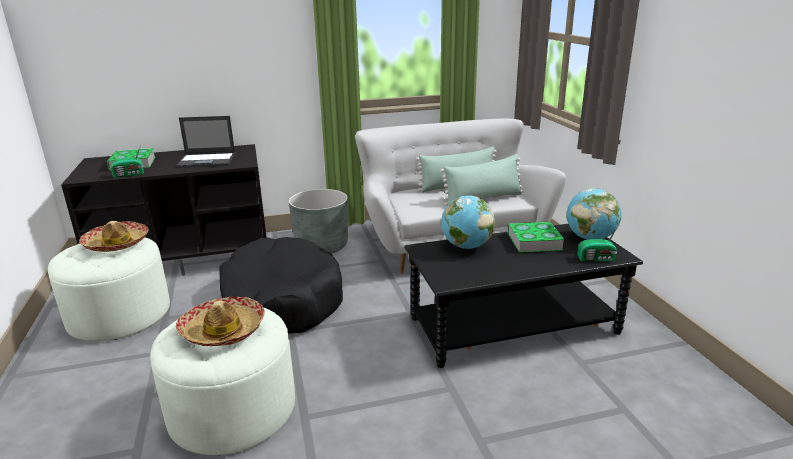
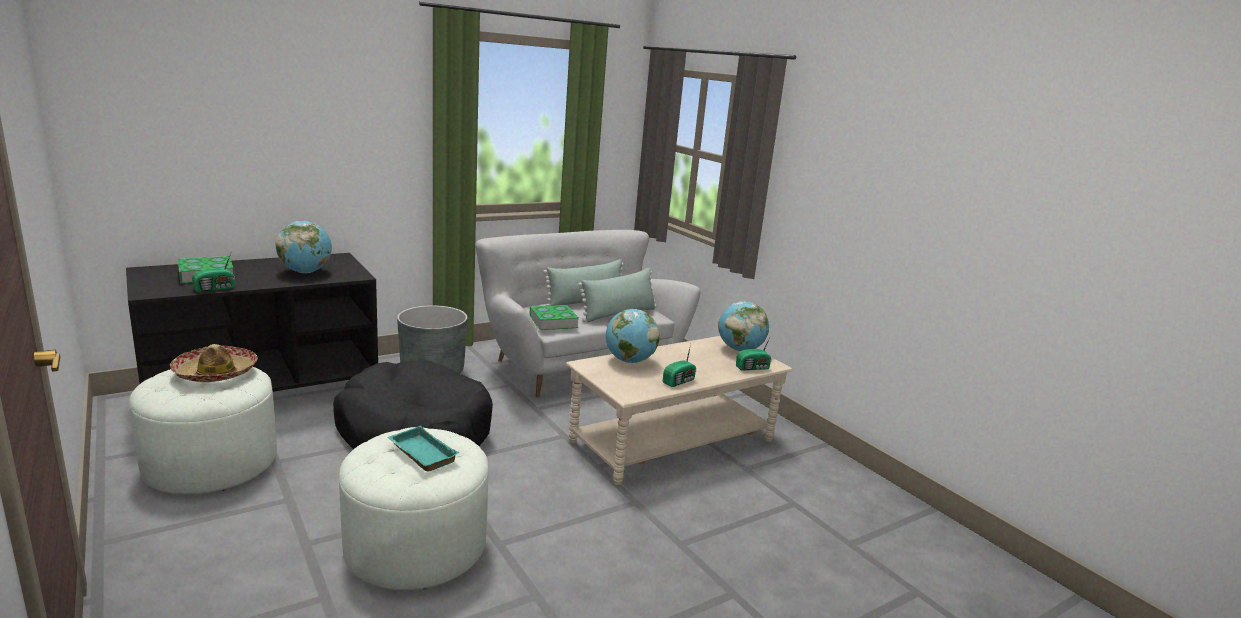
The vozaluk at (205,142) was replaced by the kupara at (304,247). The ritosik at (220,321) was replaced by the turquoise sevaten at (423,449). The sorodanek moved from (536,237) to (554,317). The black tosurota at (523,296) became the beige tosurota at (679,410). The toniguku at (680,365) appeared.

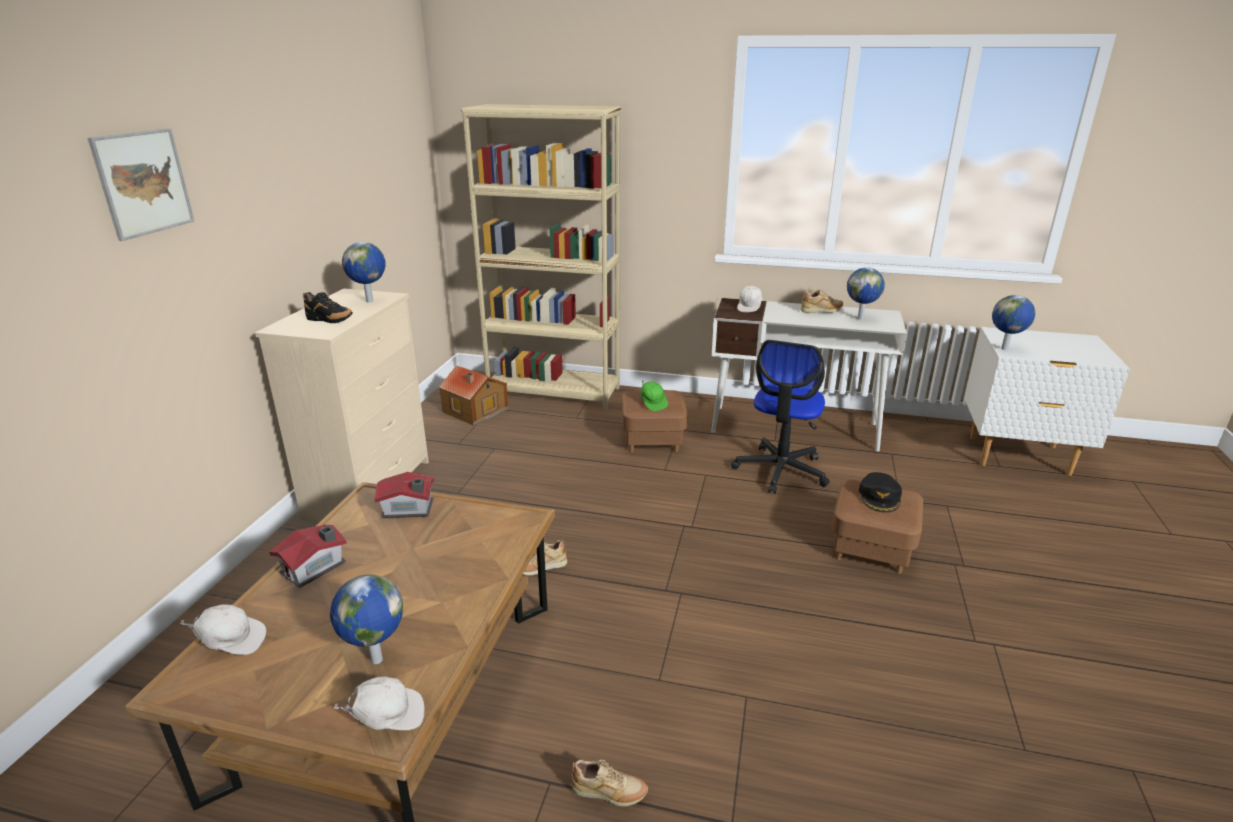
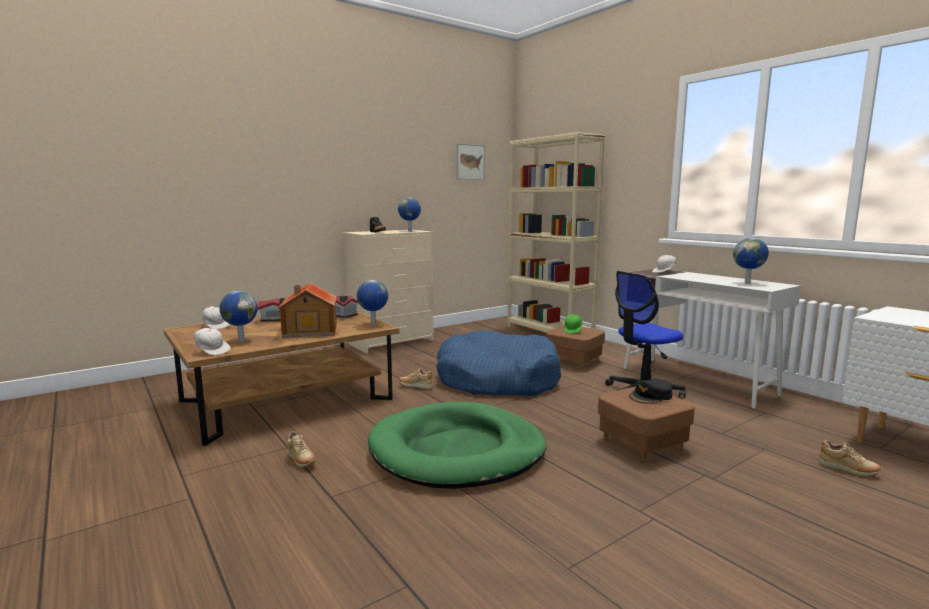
The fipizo moved from (473,395) to (307,310). The kupara moved from (1013,322) to (372,303). The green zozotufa at (457,445) appeared. The blue zozotufa at (498,363) appeared. The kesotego moved from (141,184) to (470,161). The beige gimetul moved from (822,301) to (850,458).

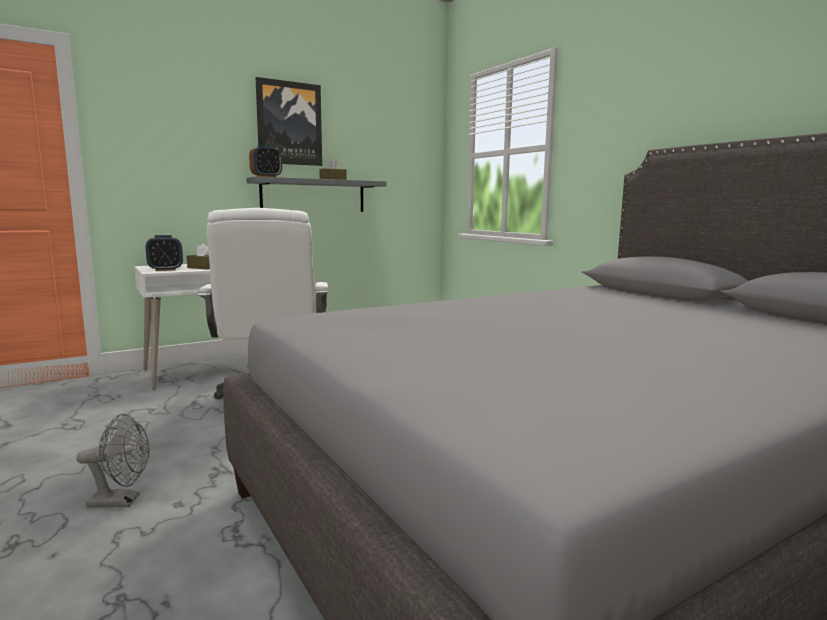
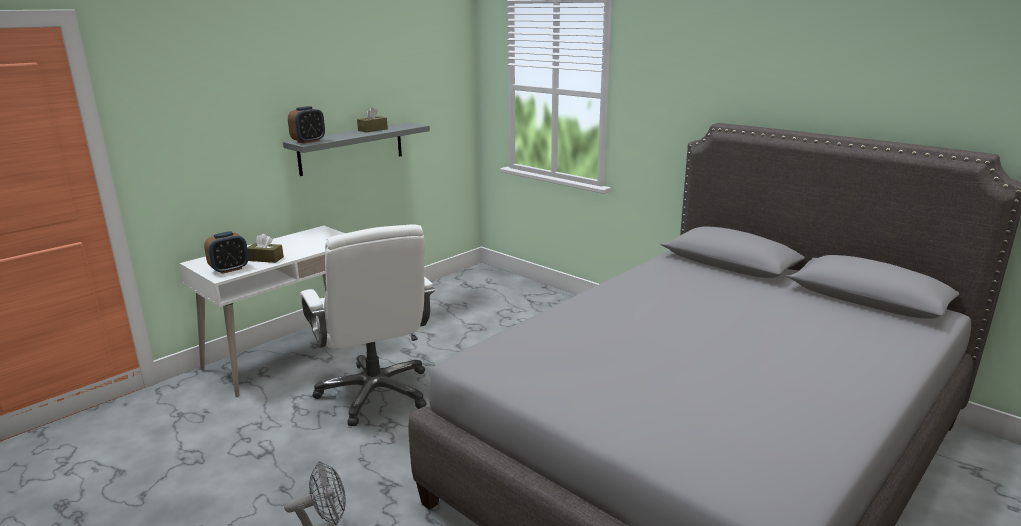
The kesotego at (288,121) disappeared.

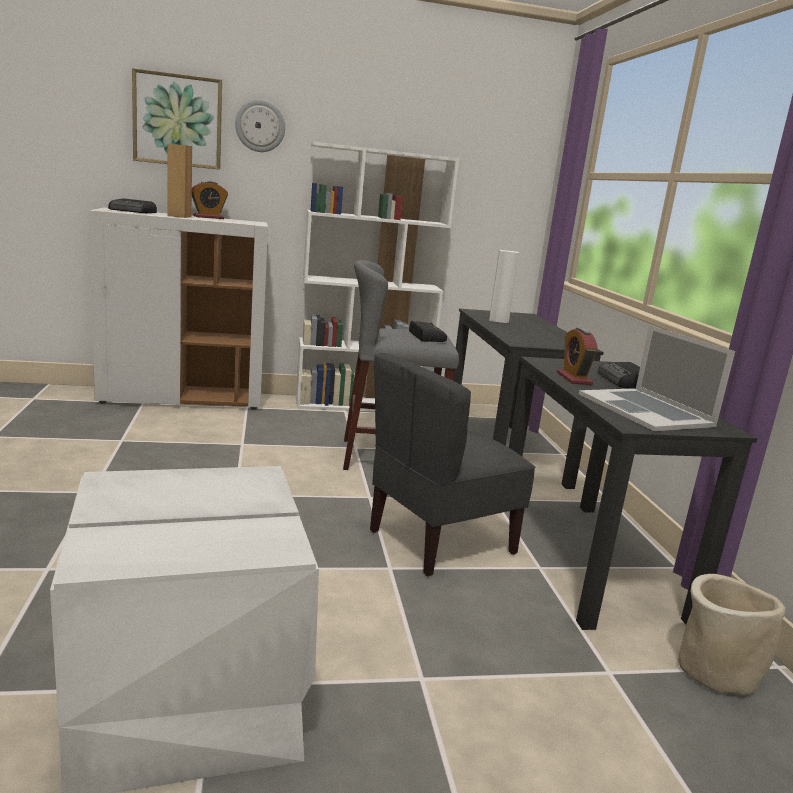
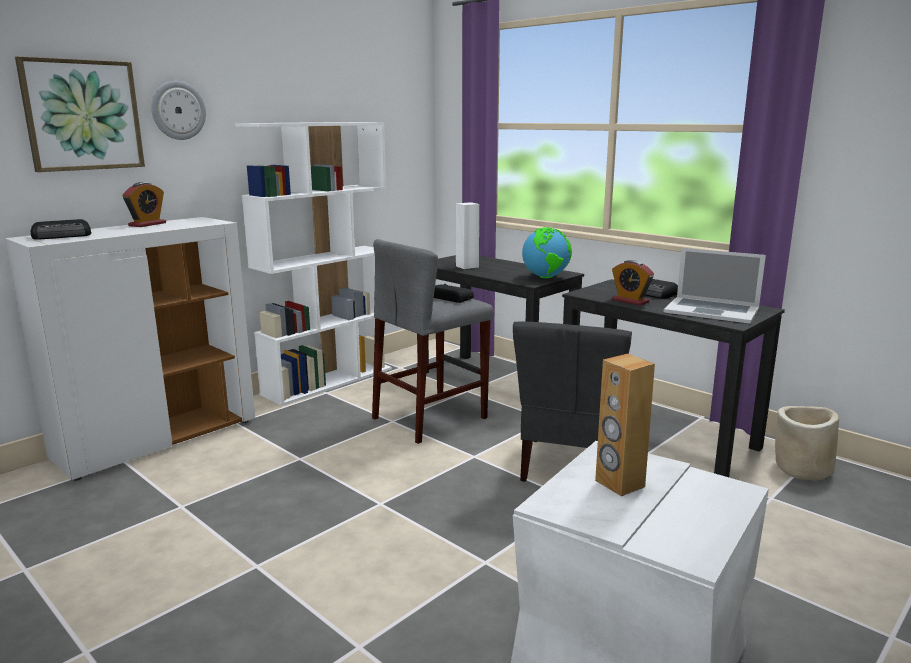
The kupara at (547,252) appeared. The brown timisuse moved from (180,180) to (625,425).

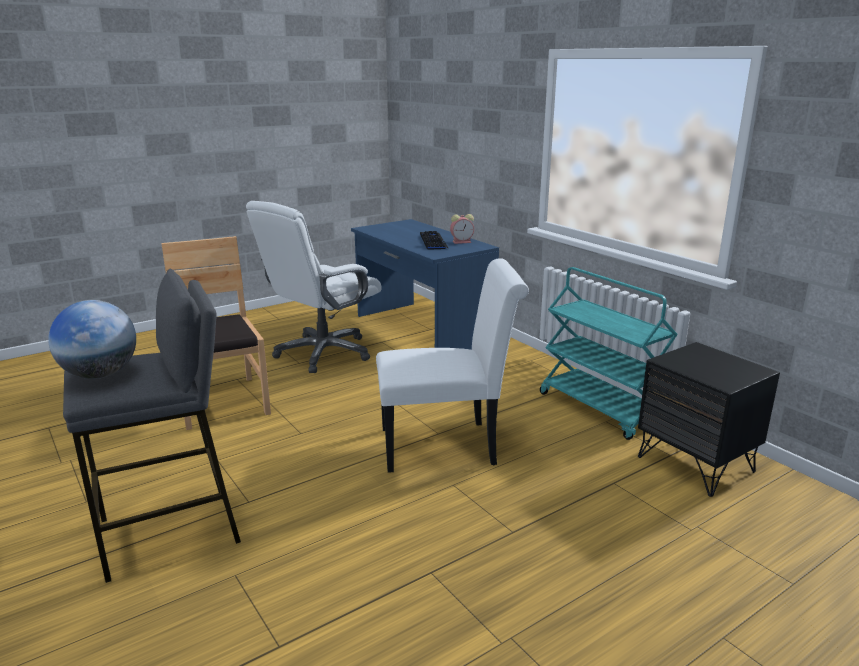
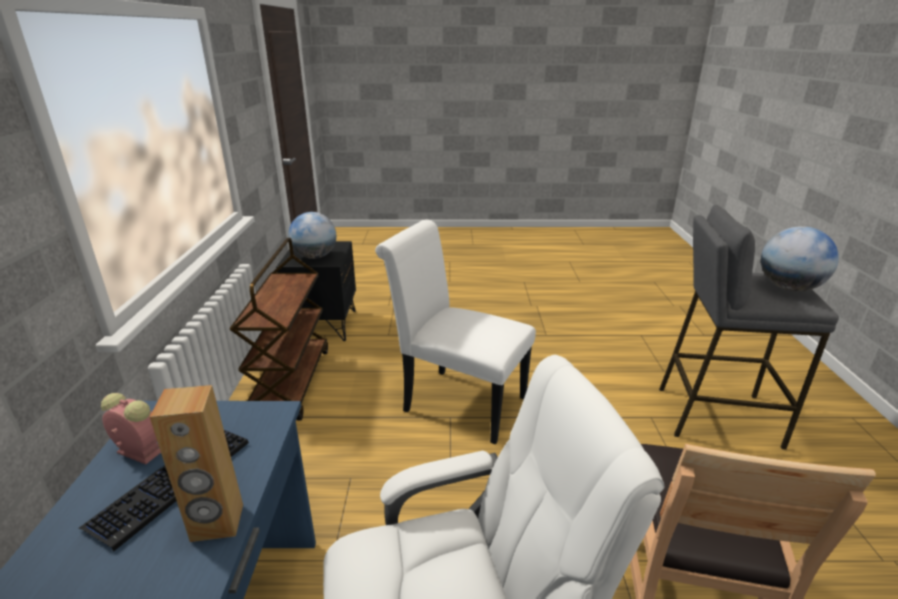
The brown timisuse at (196,463) appeared. The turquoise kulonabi at (609,353) became the brown kulonabi at (279,329). The kupara at (312,235) appeared.

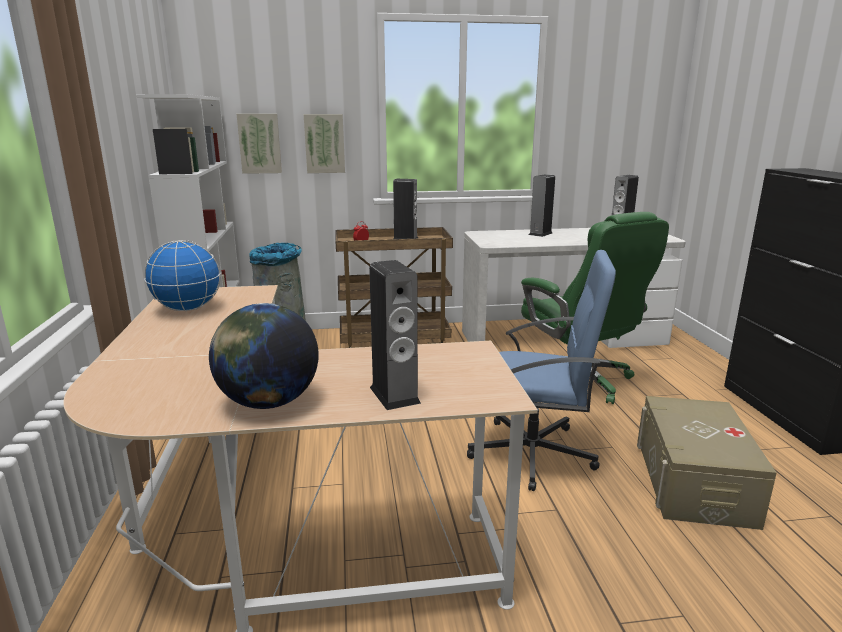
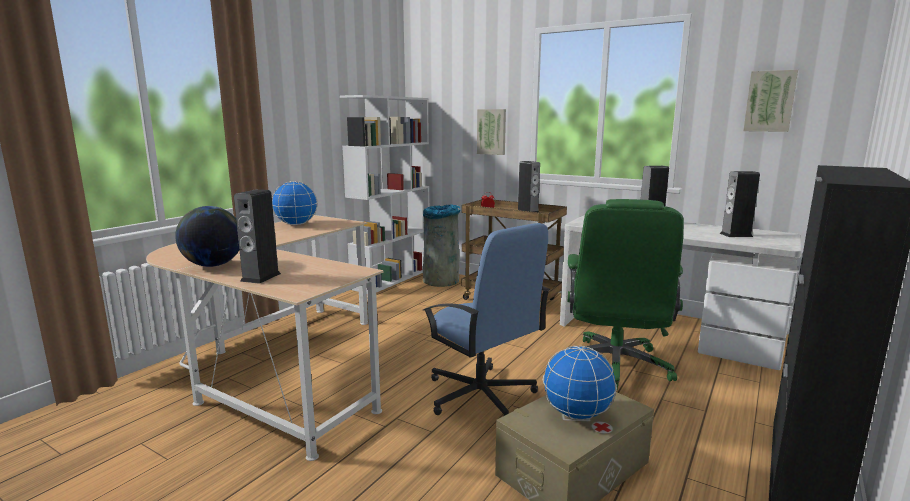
The kupara at (580,383) appeared. The kesotego moved from (259,144) to (770,101).

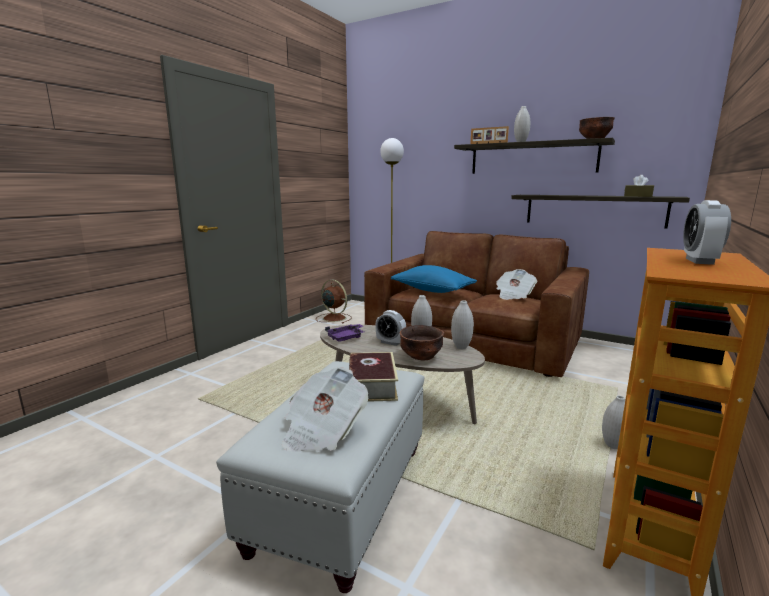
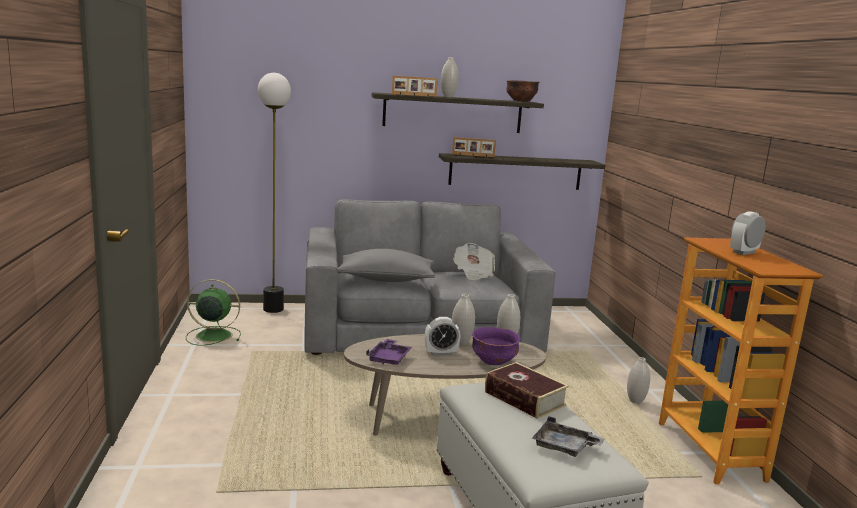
The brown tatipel at (334,301) became the green tatipel at (213,312). The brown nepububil at (476,304) became the grey nepububil at (429,277). The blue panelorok at (434,279) became the grey panelorok at (386,265). The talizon at (474,147) appeared. The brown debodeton at (422,342) became the purple debodeton at (496,346). The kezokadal at (325,409) was replaced by the grey sevaten at (568,436). The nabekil at (707,232) turned 75 degrees clockwise. The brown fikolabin at (639,186) disappeared.

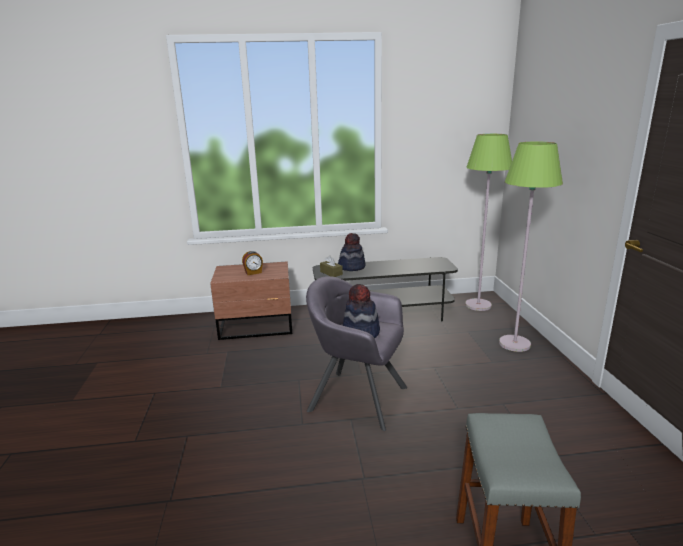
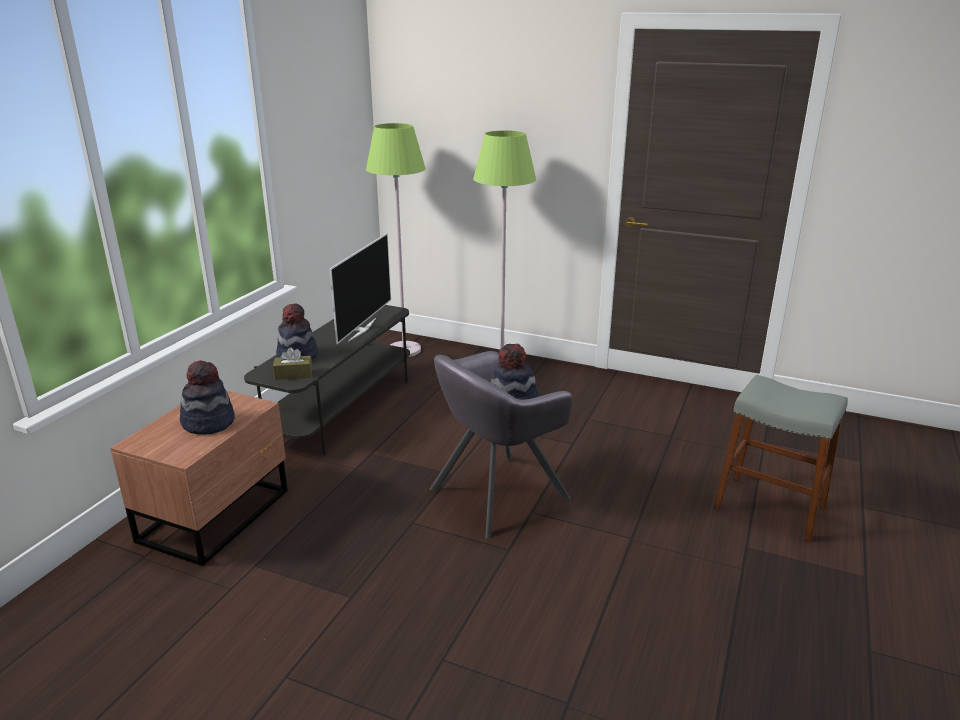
The nabekil at (252,263) was replaced by the ritosik at (207,397). The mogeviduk at (360,288) appeared.

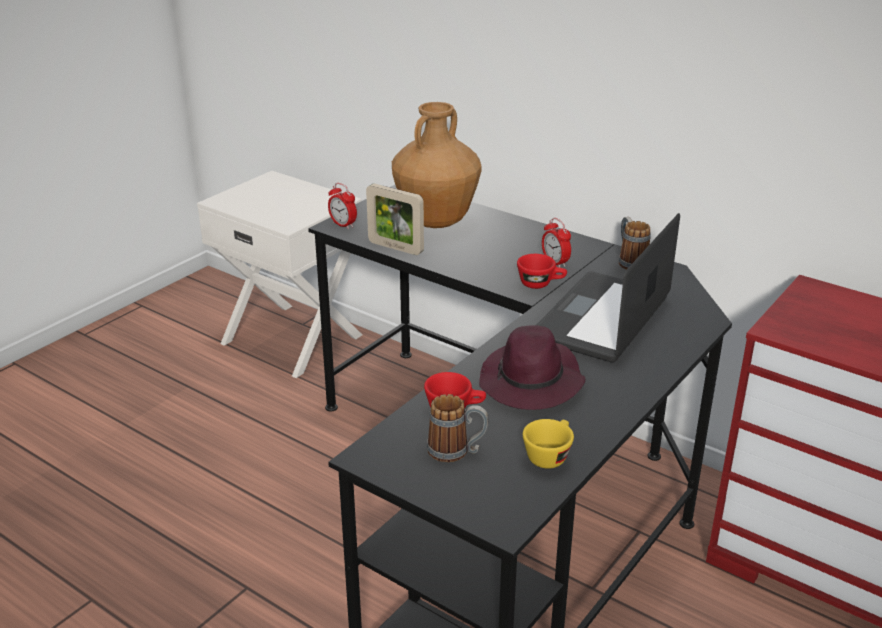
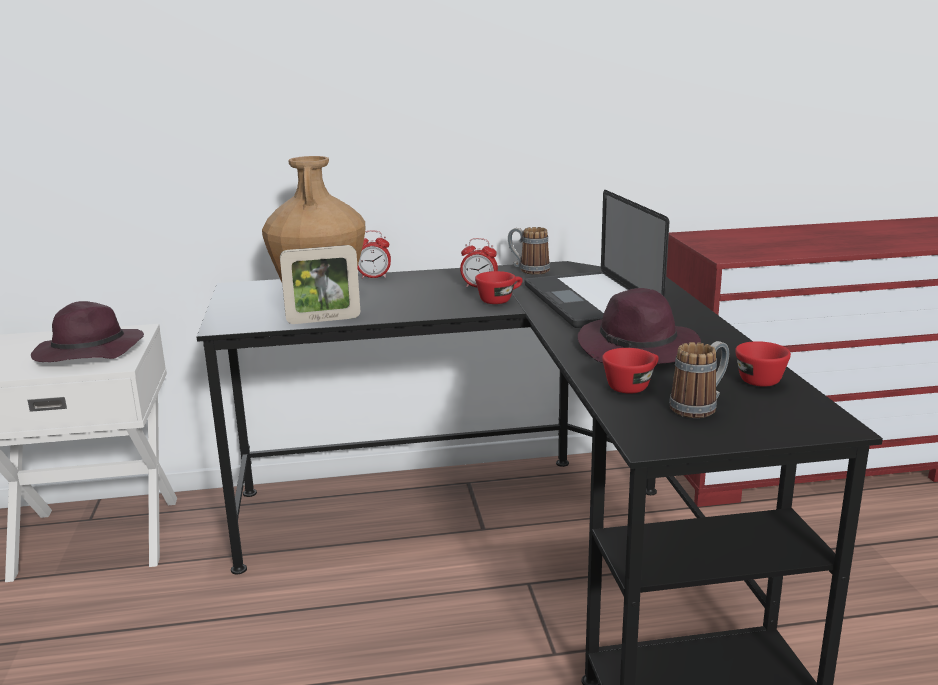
The purple ritosik at (87,331) appeared. The nabekil moved from (342,206) to (374,255). The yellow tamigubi at (548,444) became the red tamigubi at (763,364).

